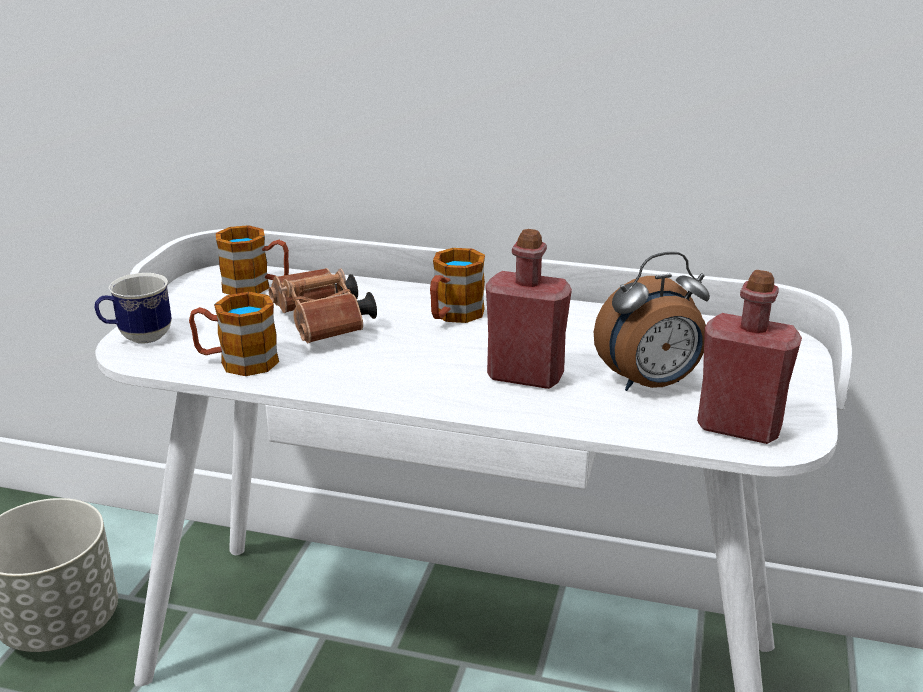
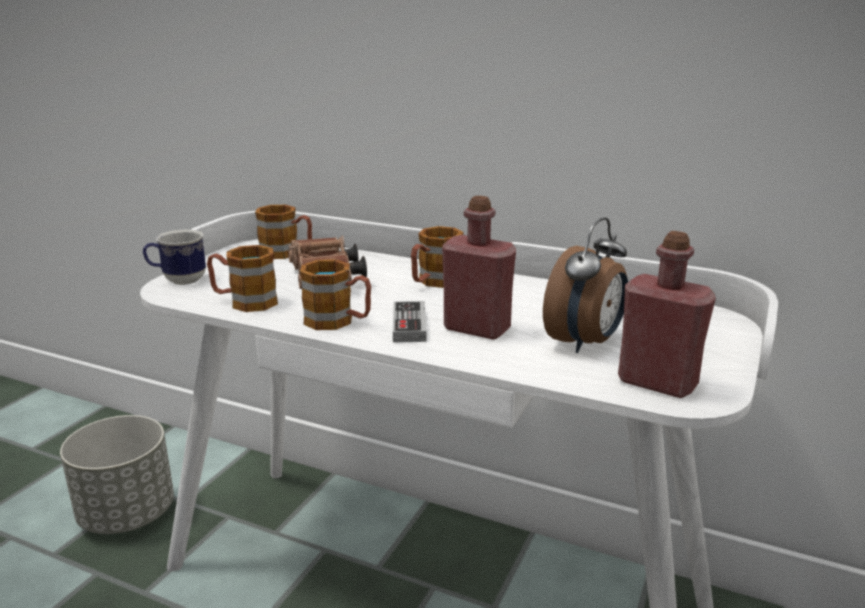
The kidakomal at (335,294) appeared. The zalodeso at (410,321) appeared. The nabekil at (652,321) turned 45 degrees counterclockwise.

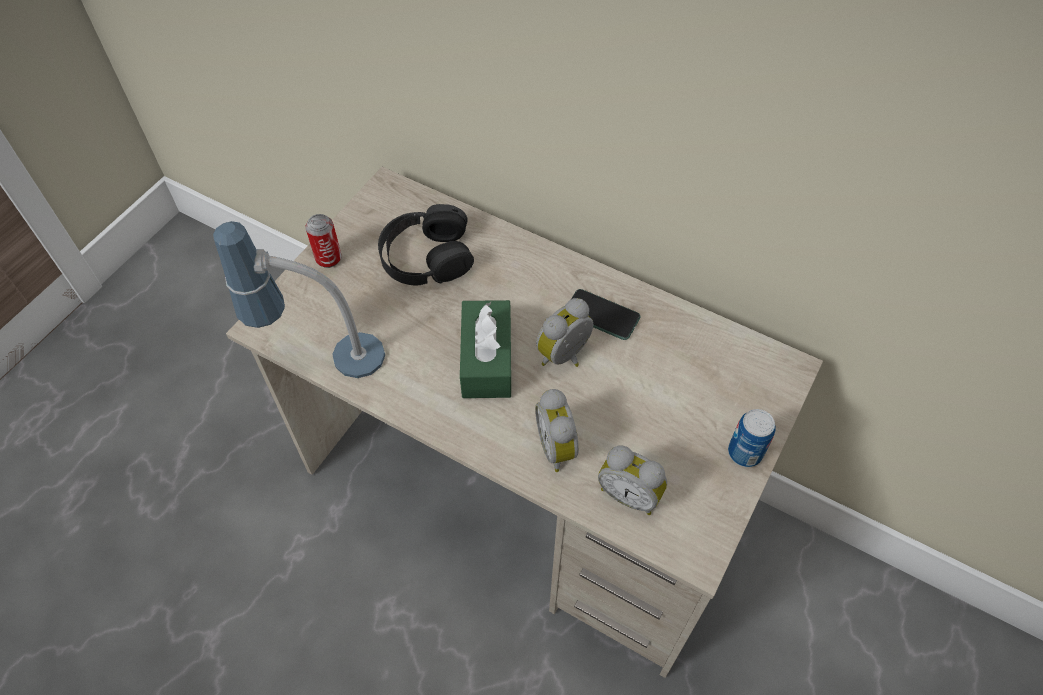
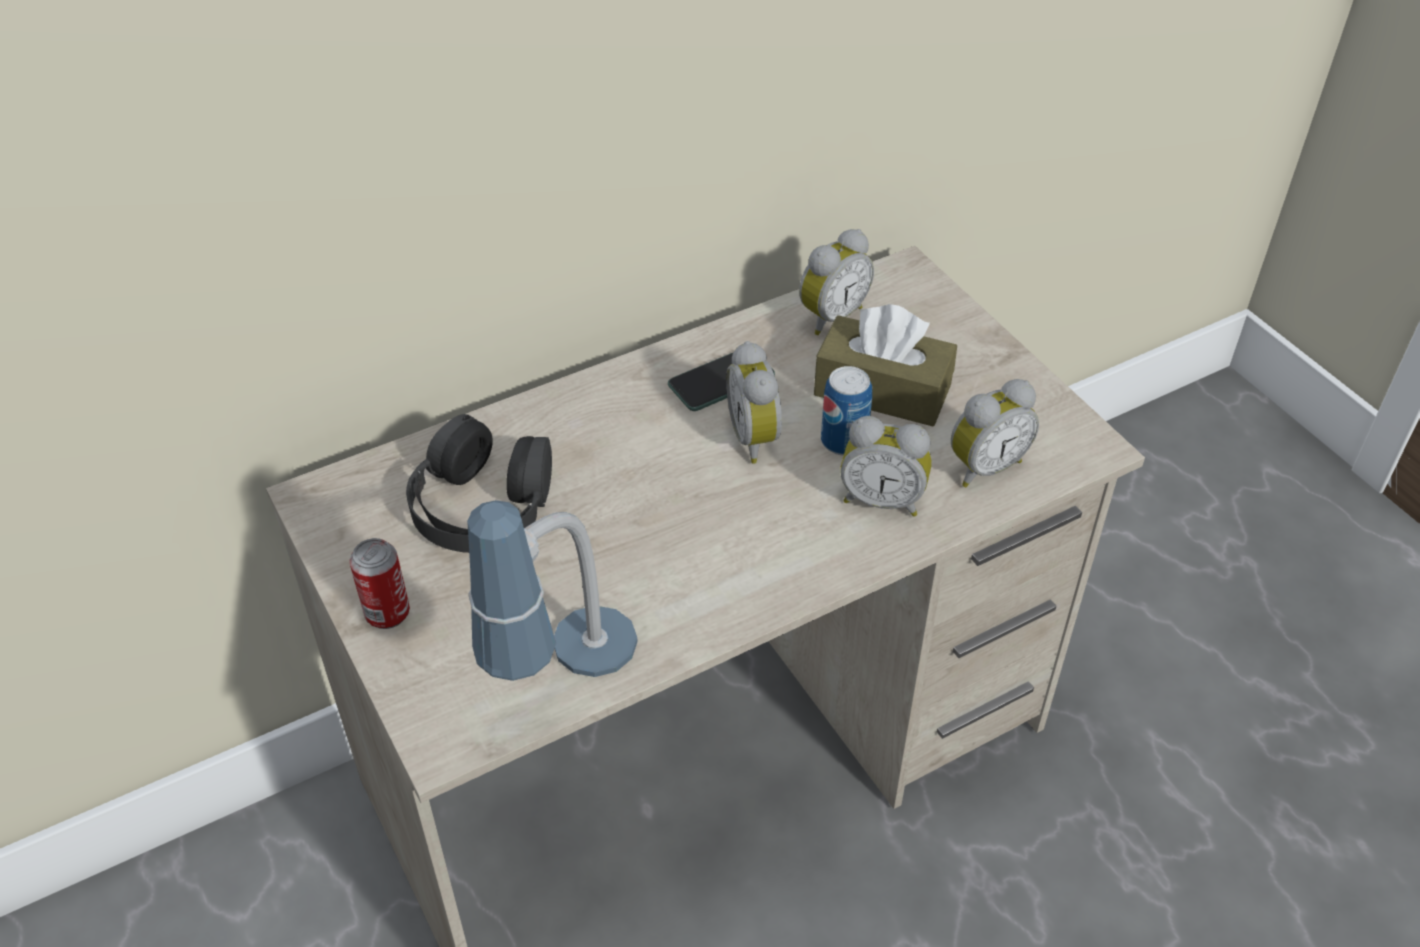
The nabekil at (836,282) appeared. The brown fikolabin at (885,365) appeared. The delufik moved from (752,438) to (846,411). The green fikolabin at (485,349) disappeared.

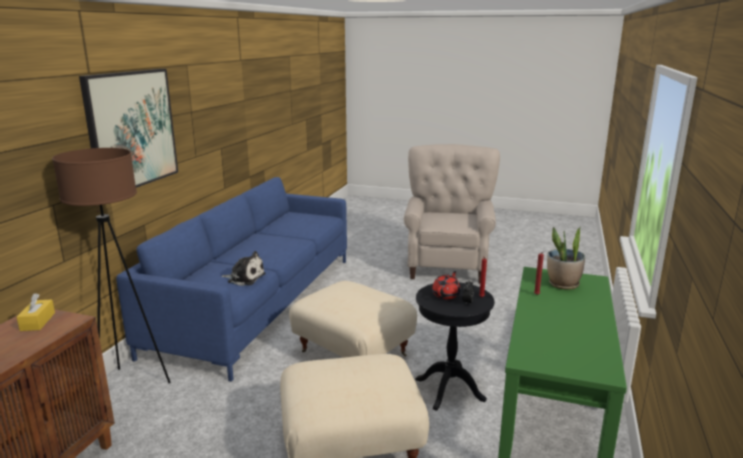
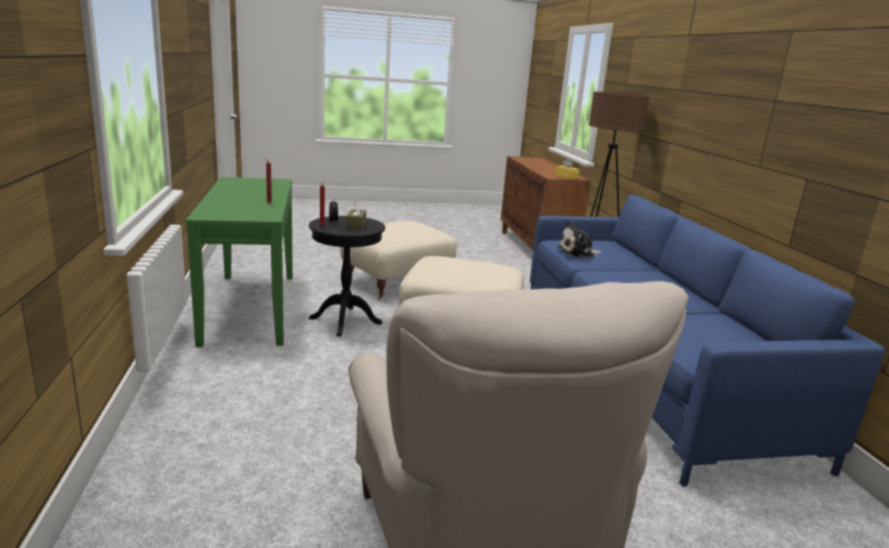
The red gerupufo at (446,285) was replaced by the brown fikolabin at (356,215). The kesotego at (128,128) disappeared. The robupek at (566,258) disappeared.

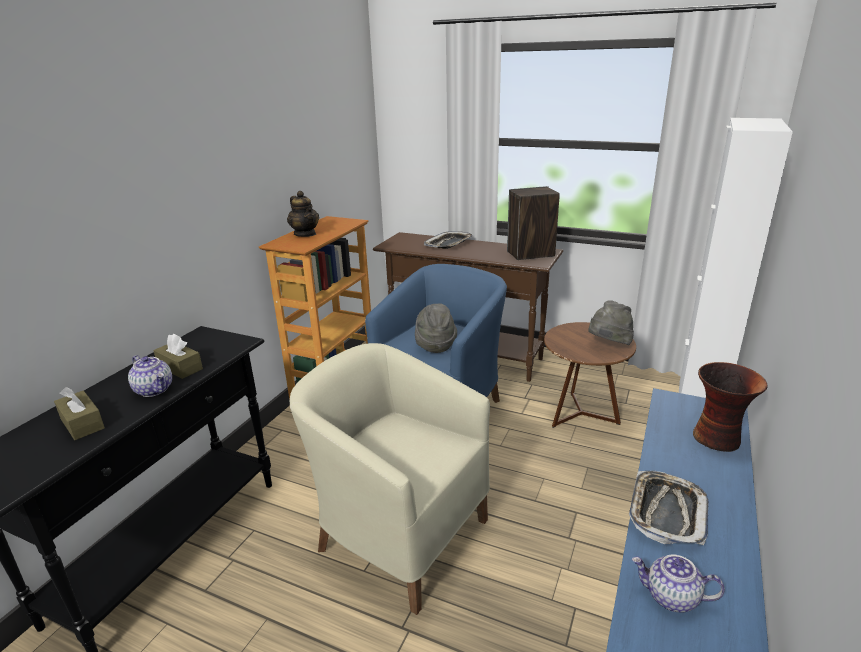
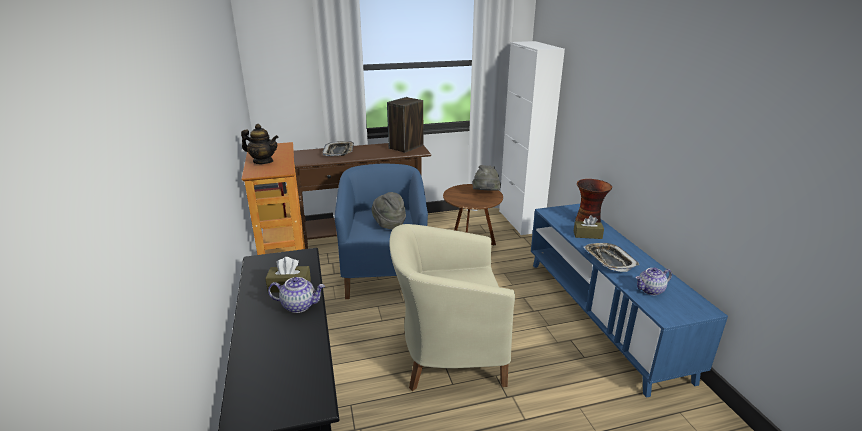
The brown fikolabin moved from (79,413) to (589,227).

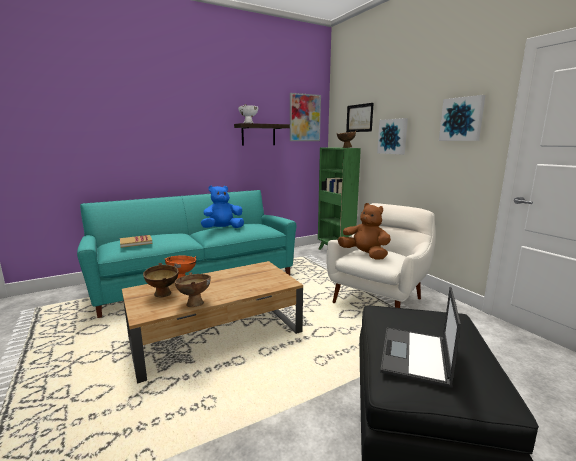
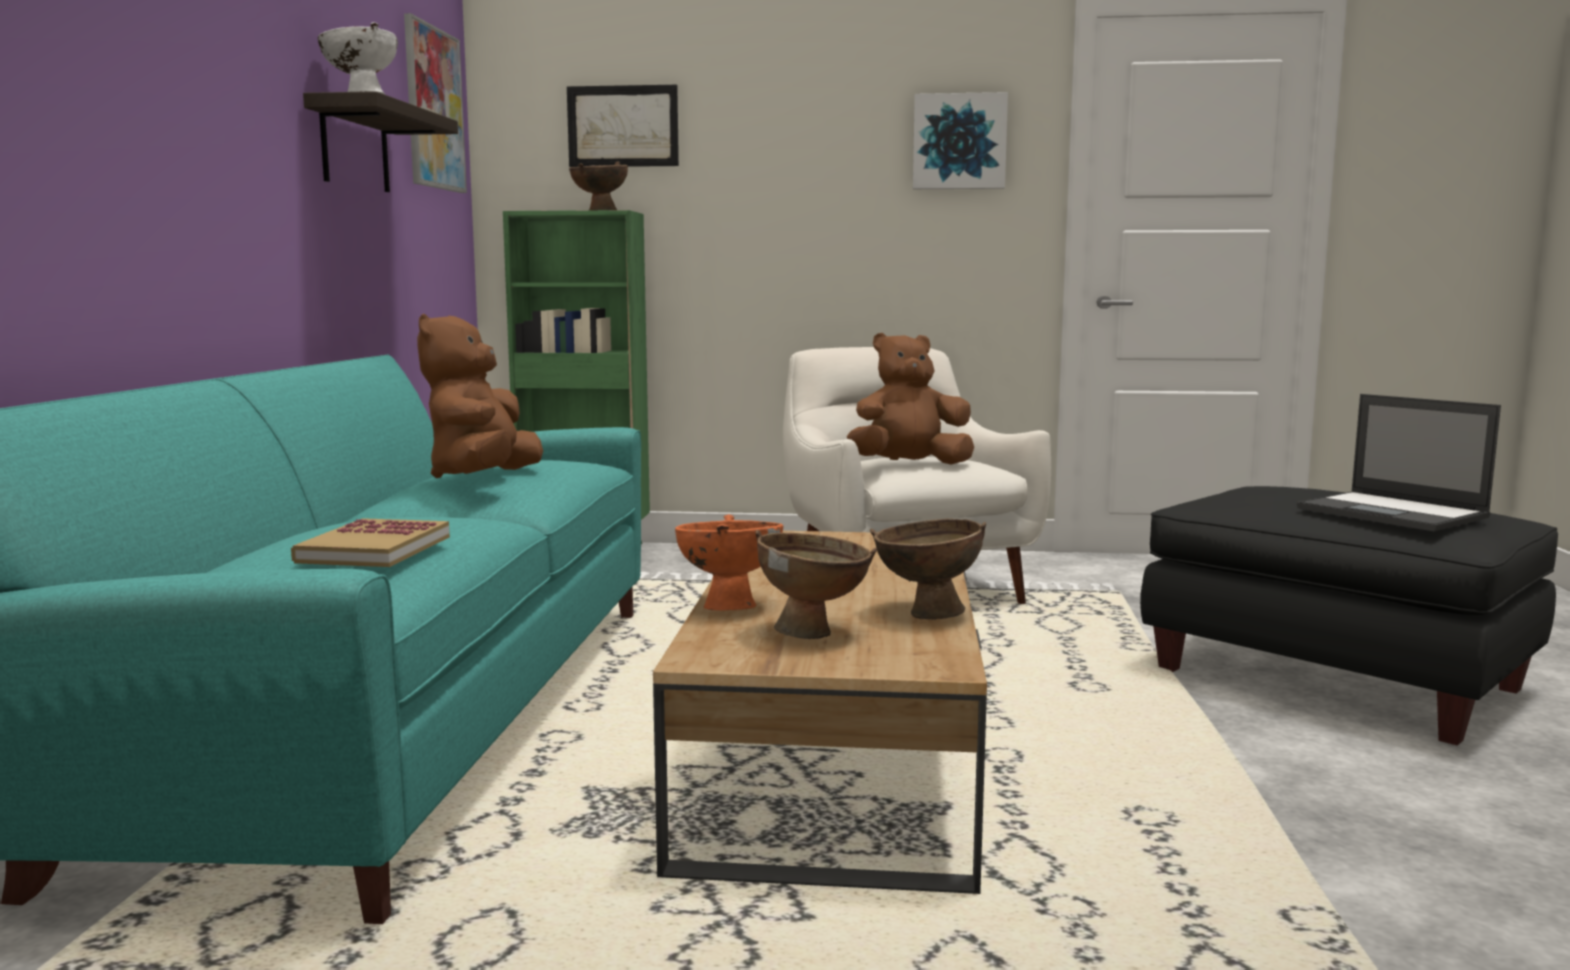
The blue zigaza at (222,206) became the brown zigaza at (480,396). The kesotego at (392,136) disappeared.

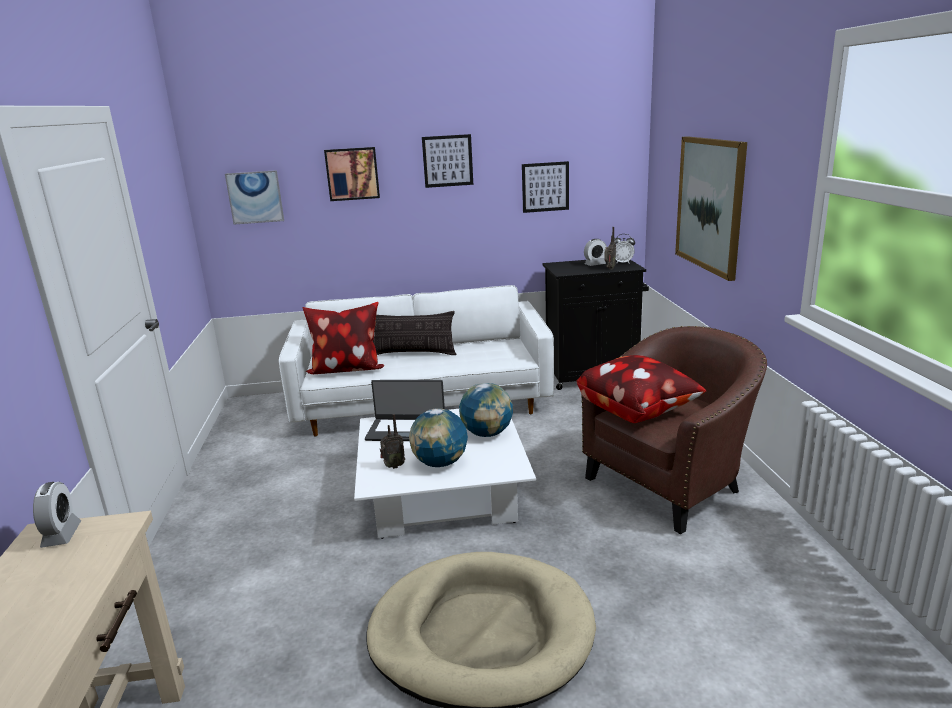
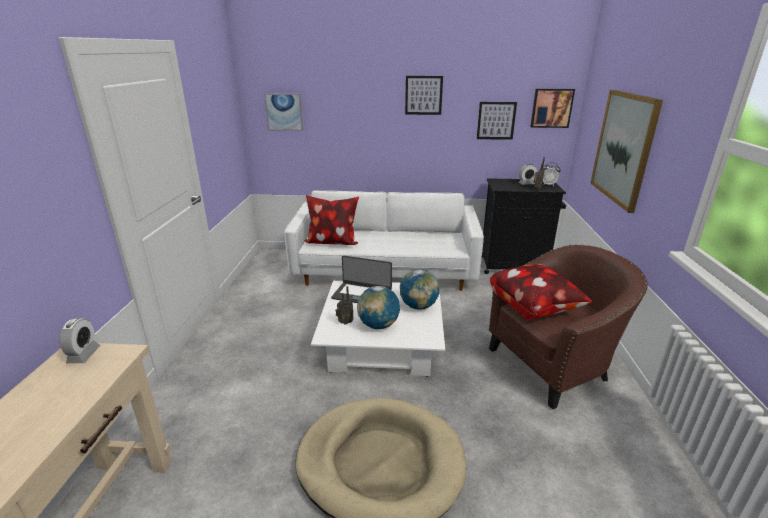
The kesotego moved from (352,174) to (552,108). The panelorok at (414,333) disappeared.

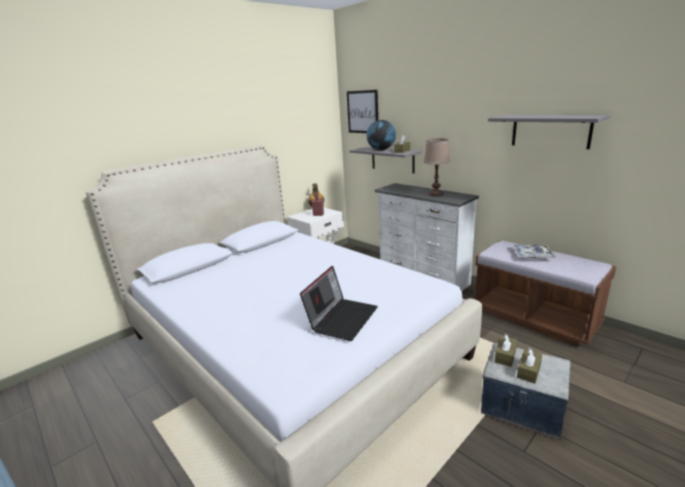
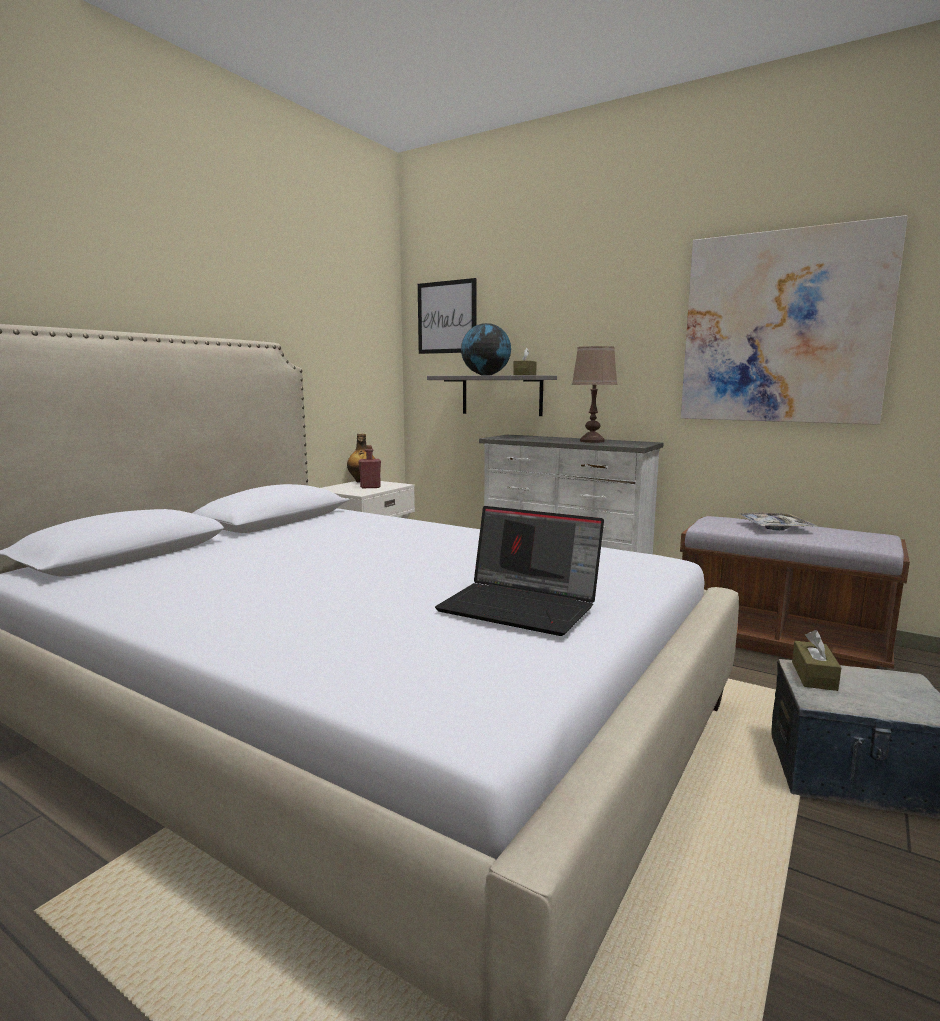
The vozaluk at (339,303) turned 105 degrees clockwise. The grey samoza at (549,132) was replaced by the kesotego at (794,320). The brown fikolabin at (529,366) disappeared.

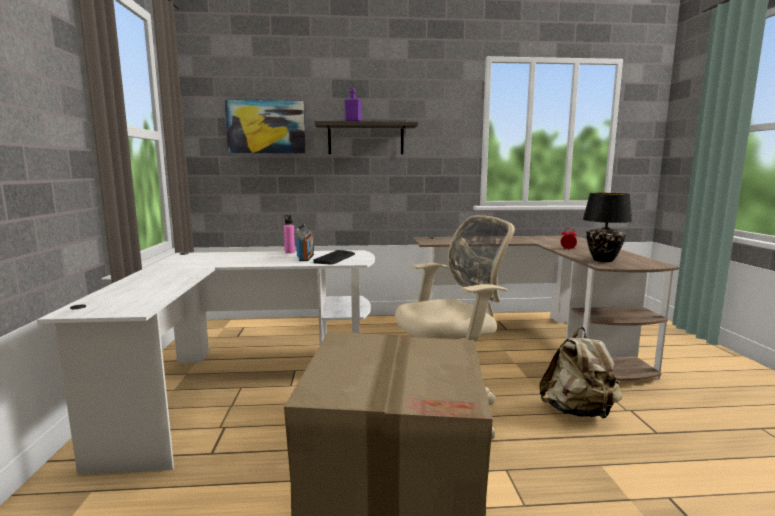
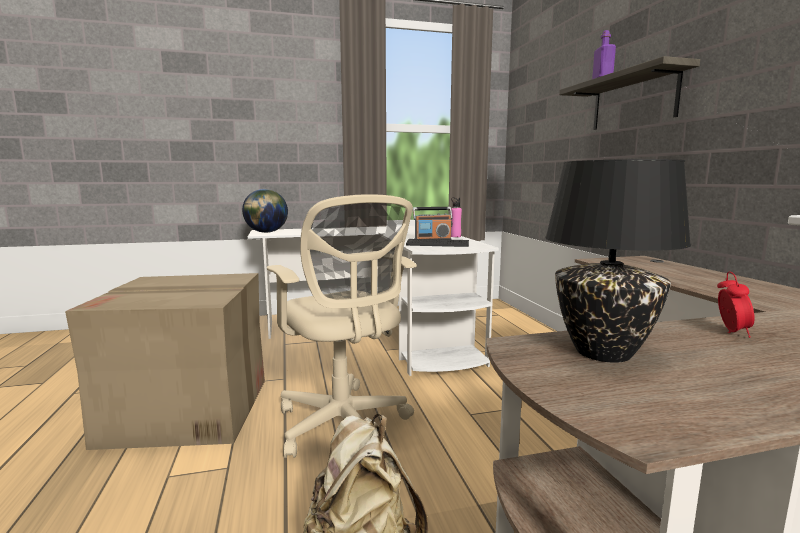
The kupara at (265,211) appeared. The kesotego at (265,127) disappeared.

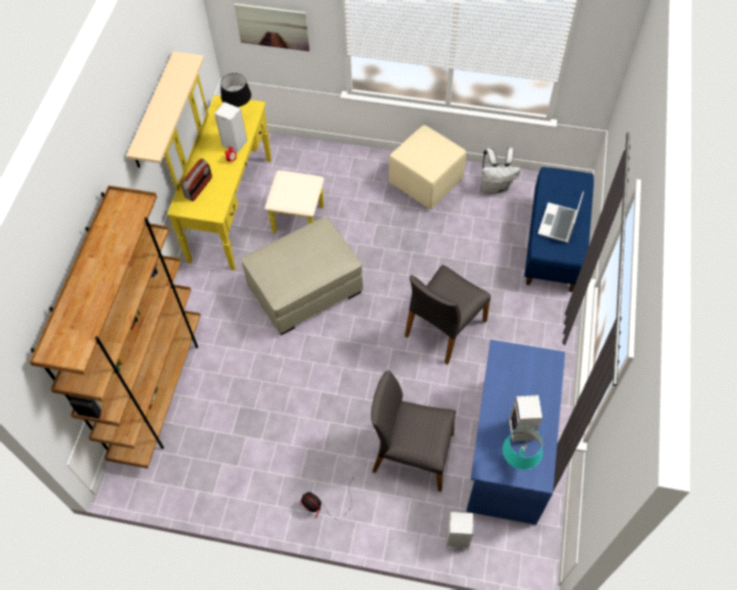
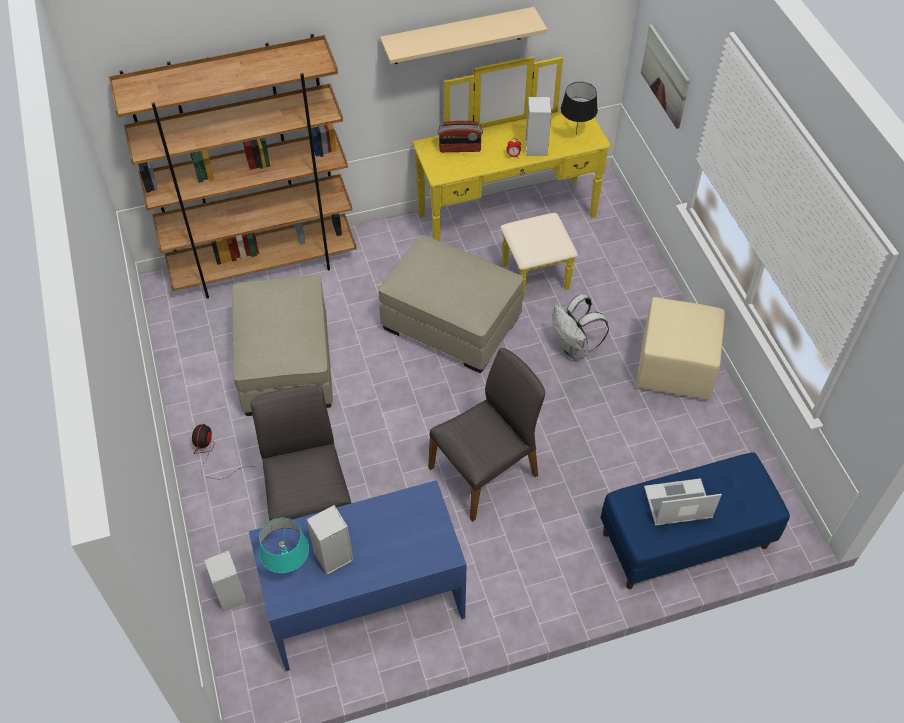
The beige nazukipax at (282,345) appeared. The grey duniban at (448,315) turned 135 degrees clockwise. The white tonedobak moved from (501,170) to (580,327).

